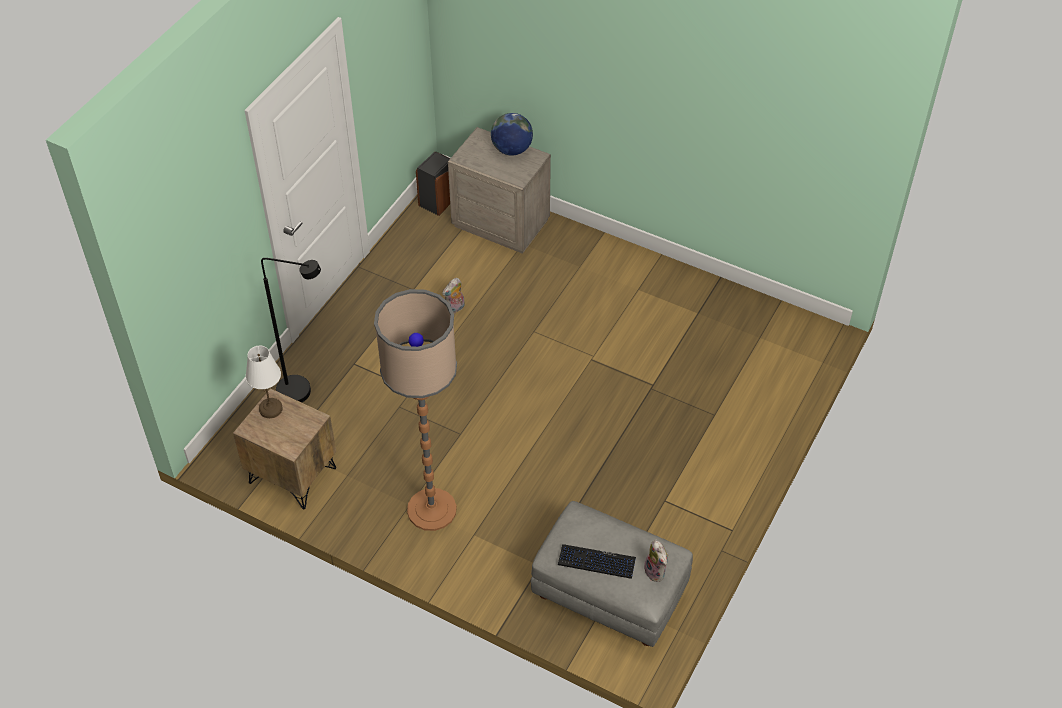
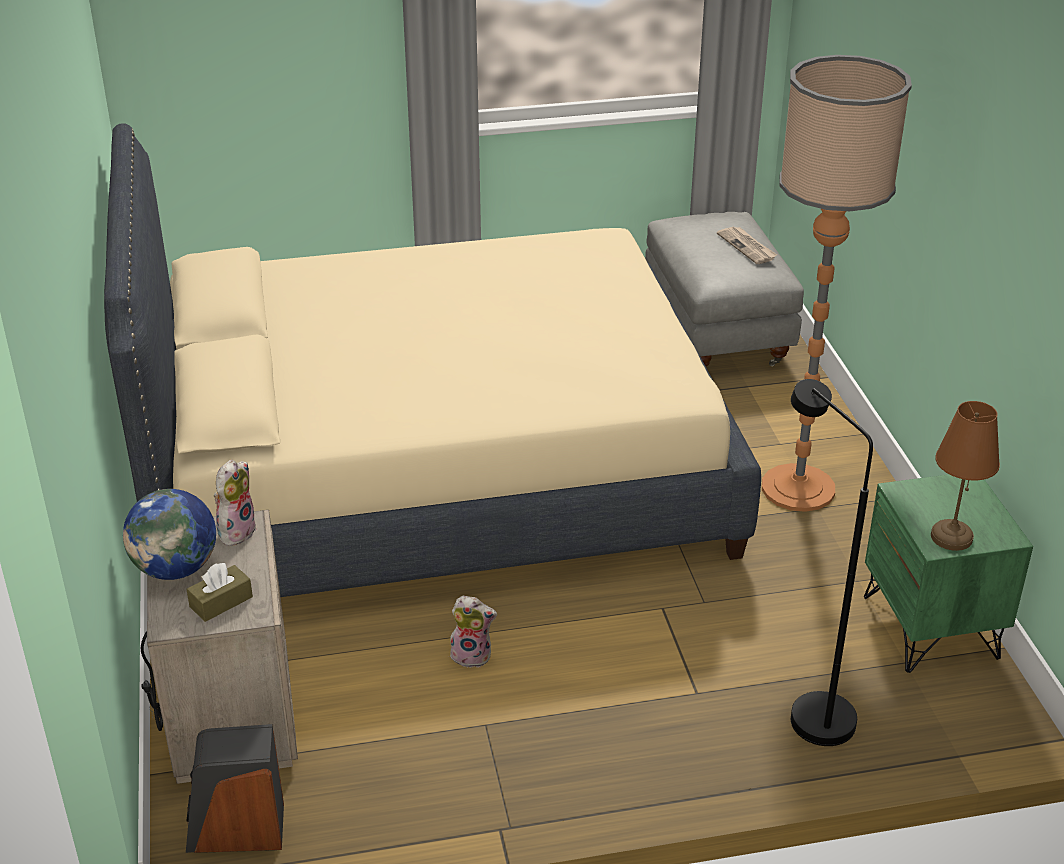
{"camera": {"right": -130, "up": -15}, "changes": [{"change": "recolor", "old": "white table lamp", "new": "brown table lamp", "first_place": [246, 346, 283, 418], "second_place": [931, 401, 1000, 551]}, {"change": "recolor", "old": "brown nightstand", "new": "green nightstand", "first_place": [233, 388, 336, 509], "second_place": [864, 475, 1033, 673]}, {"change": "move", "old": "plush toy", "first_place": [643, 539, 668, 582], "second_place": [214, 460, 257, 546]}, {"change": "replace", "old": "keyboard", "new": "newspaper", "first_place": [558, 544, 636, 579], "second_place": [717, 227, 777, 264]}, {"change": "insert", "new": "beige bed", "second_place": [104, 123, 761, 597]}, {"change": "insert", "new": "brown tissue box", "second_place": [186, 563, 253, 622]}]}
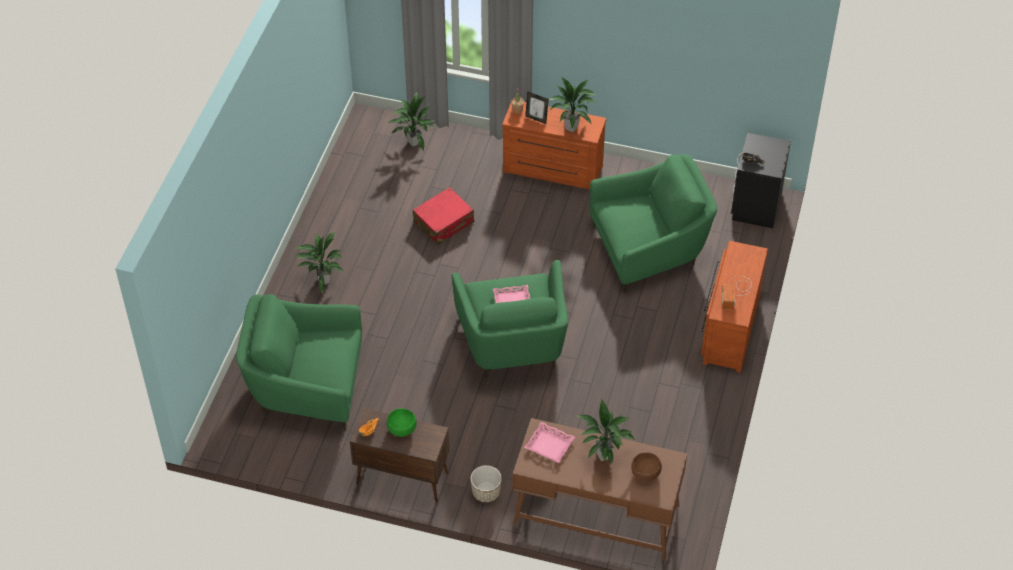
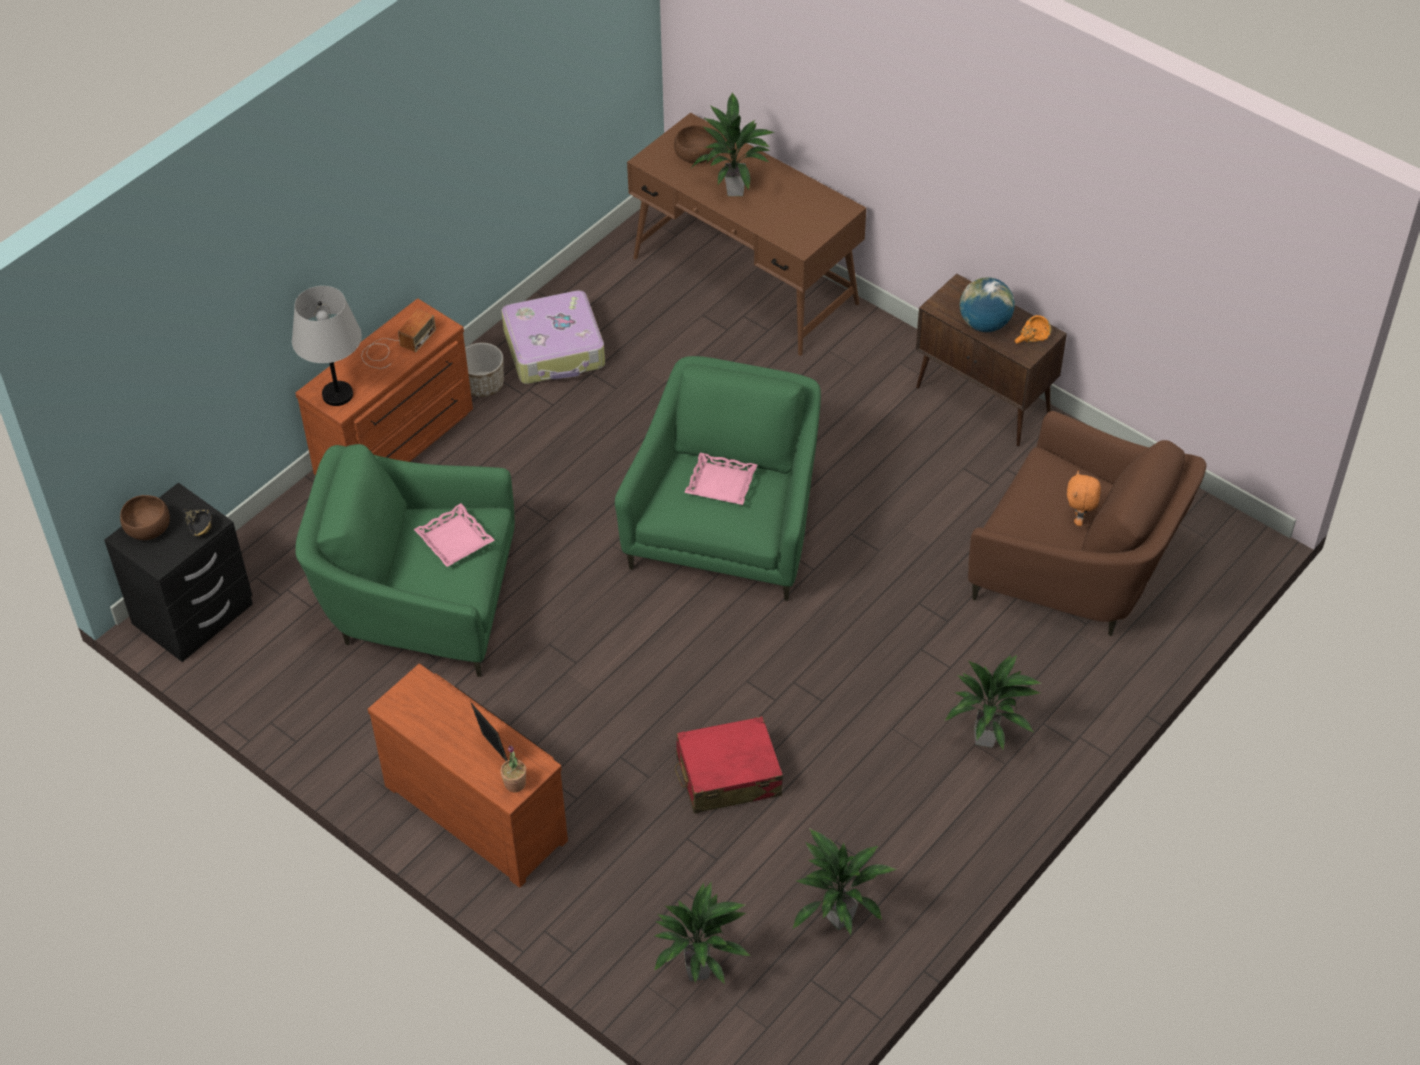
{"camera": {"right": -155, "up": 0}, "changes": [{"change": "move", "old": "potted plant", "first_place": [549, 76, 596, 133], "second_place": [792, 828, 897, 935]}, {"change": "recolor", "old": "green armchair", "new": "brown armchair", "first_place": [236, 294, 362, 430], "second_place": [968, 411, 1206, 636]}, {"change": "replace", "old": "green bowl", "new": "globe", "first_place": [387, 408, 417, 437], "second_place": [960, 277, 1015, 332]}, {"change": "move", "old": "pink tray", "first_place": [524, 422, 575, 463], "second_place": [414, 503, 494, 567]}, {"change": "move", "old": "planter", "first_place": [471, 465, 502, 503], "second_place": [465, 343, 504, 397]}, {"change": "insert", "new": "grey table lamp", "second_place": [292, 286, 362, 406]}, {"change": "insert", "new": "suitcase", "second_place": [502, 290, 605, 384]}, {"change": "insert", "new": "orange plush toy", "second_place": [1067, 470, 1101, 526]}, {"change": "insert", "new": "brown bowl", "second_place": [120, 495, 170, 540]}]}
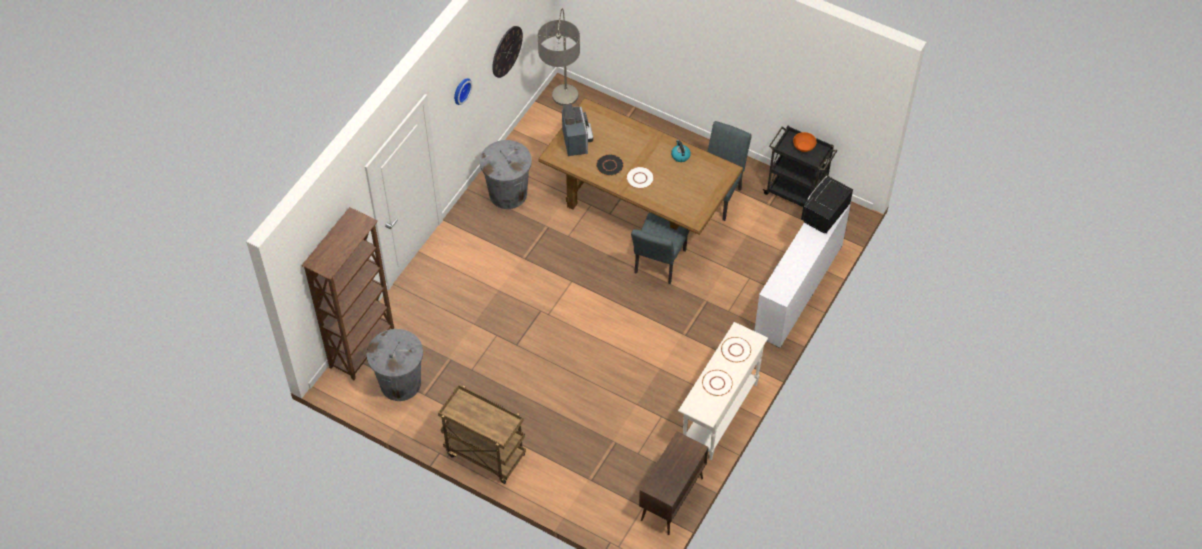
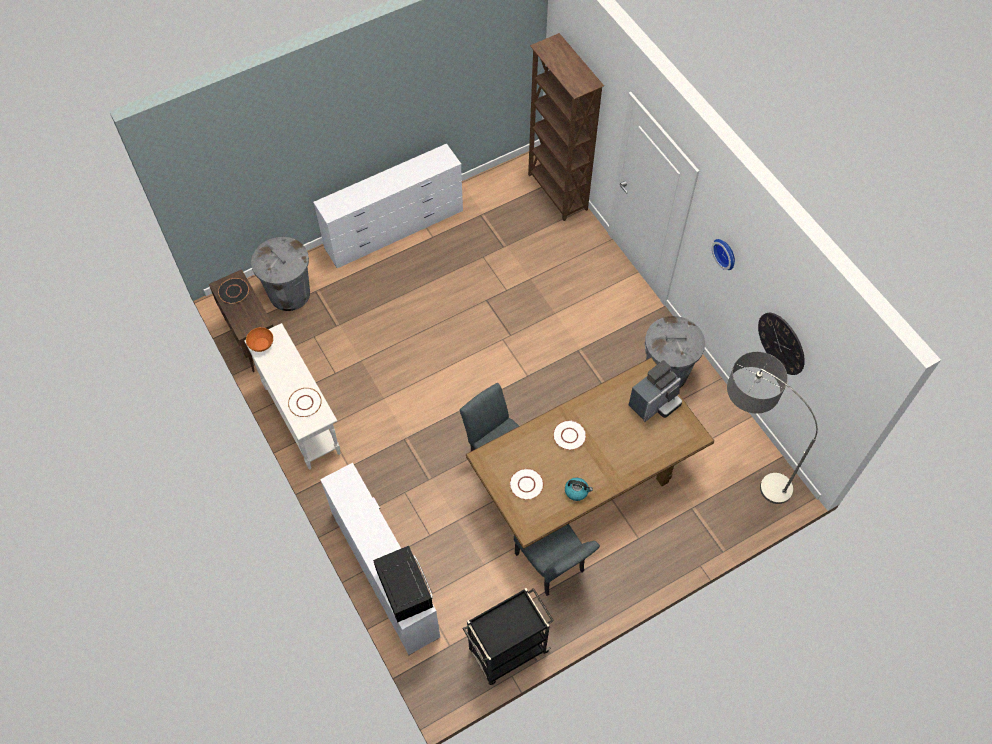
{"camera": {"right": 120, "up": 5}, "changes": [{"change": "rotate", "old": "coffee machine", "first_place": [562, 104, 593, 156], "second_place": [629, 360, 682, 422], "degrees": -60}, {"change": "move", "old": "orange bowl", "first_place": [793, 132, 817, 152], "second_place": [246, 327, 273, 352]}, {"change": "move", "old": "black plate", "first_place": [596, 154, 624, 176], "second_place": [218, 278, 249, 304]}, {"change": "move", "old": "grey trash can", "first_place": [367, 329, 423, 401], "second_place": [251, 237, 310, 311]}, {"change": "move", "old": "white plate", "first_place": [702, 370, 733, 396], "second_place": [509, 468, 544, 500]}, {"change": "replace", "old": "brown cart", "new": "white dresser", "first_place": [438, 385, 526, 484], "second_place": [313, 144, 463, 268]}]}
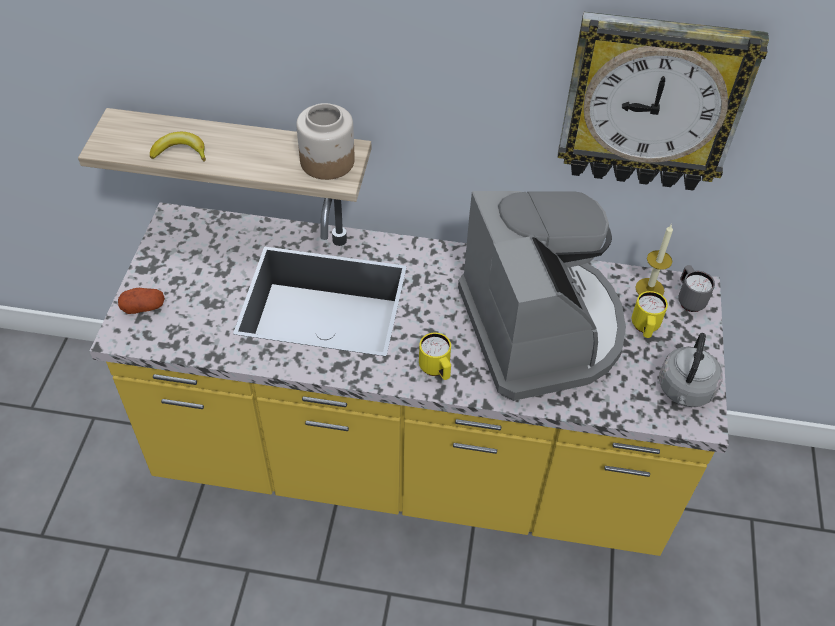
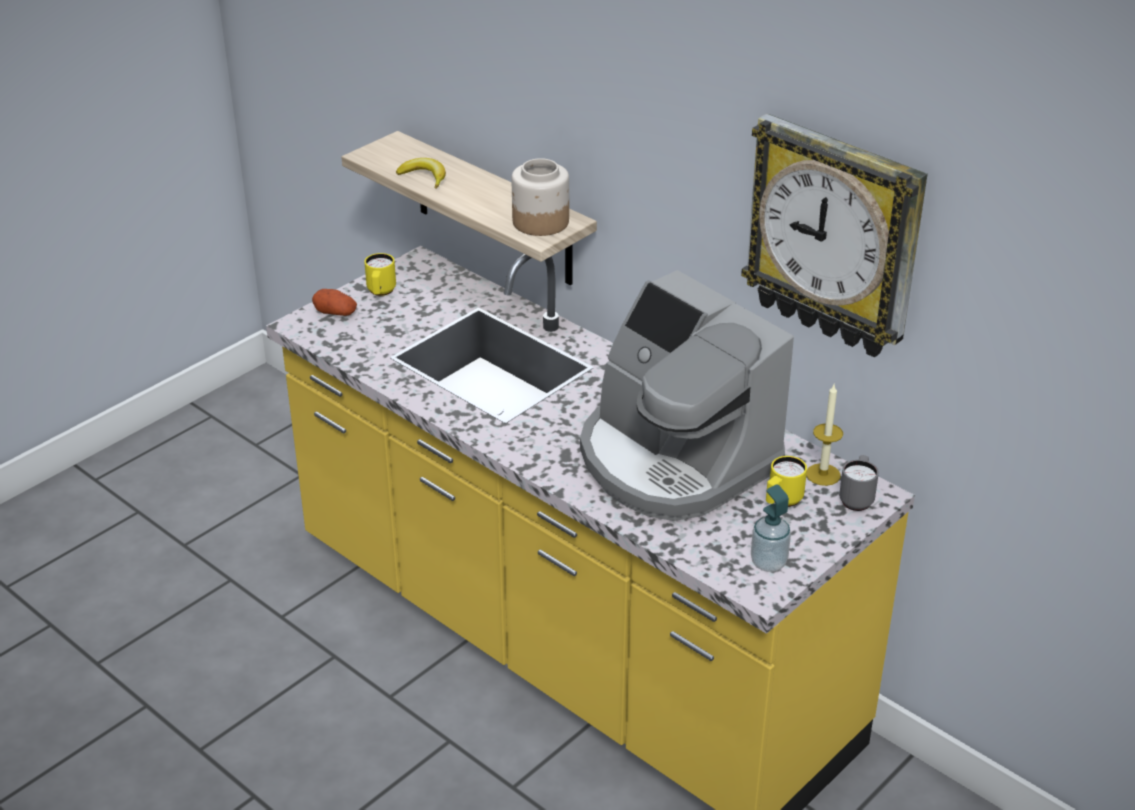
{"camera": {"right": 35, "up": -15}, "changes": [{"change": "rotate", "old": "coffee machine", "first_place": [458, 191, 626, 401], "second_place": [580, 270, 794, 521], "degrees": 120}, {"change": "move", "old": "yellow mug", "first_place": [419, 333, 451, 380], "second_place": [364, 253, 396, 296]}, {"change": "replace", "old": "grey kettle", "new": "soap dispenser", "first_place": [659, 333, 722, 407], "second_place": [751, 485, 791, 572]}]}
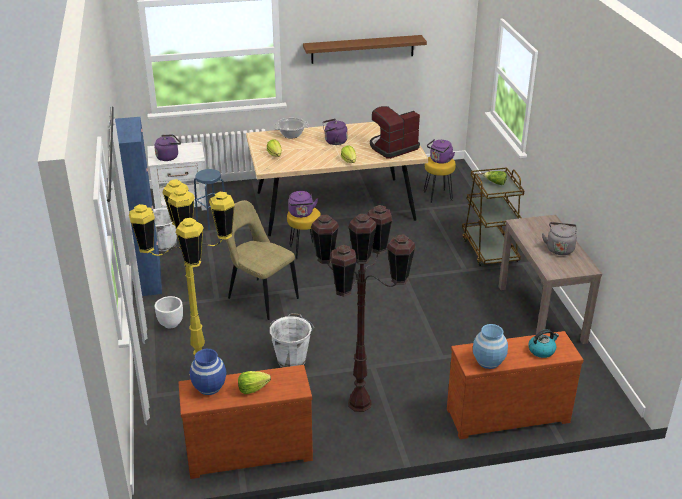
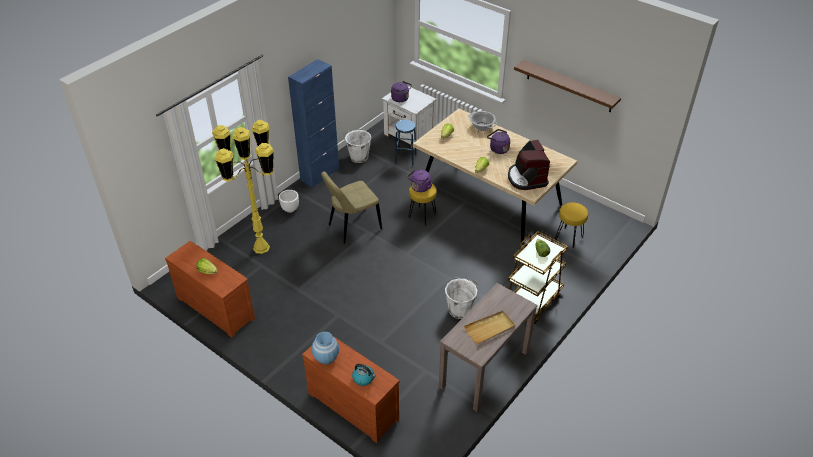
{"camera": {"right": 50, "up": 10}, "changes": [{"change": "rotate", "old": "coffee machine", "first_place": [370, 106, 420, 159], "second_place": [508, 140, 550, 190], "degrees": -120}, {"change": "delete", "old": "purple kettle", "first_place": [427, 139, 455, 164]}, {"change": "rotate", "old": "beige chair", "first_place": [226, 200, 299, 320], "second_place": [321, 171, 382, 244], "degrees": -120}, {"change": "delete", "old": "brown floor lamp", "first_place": [311, 205, 416, 412]}, {"change": "replace", "old": "grey kettle", "new": "beige tray", "first_place": [542, 222, 577, 255], "second_place": [464, 311, 515, 344]}, {"change": "move", "old": "white bucket", "first_place": [270, 313, 314, 367], "second_place": [445, 278, 479, 319]}, {"change": "delete", "old": "blue vase", "first_place": [189, 349, 226, 395]}]}
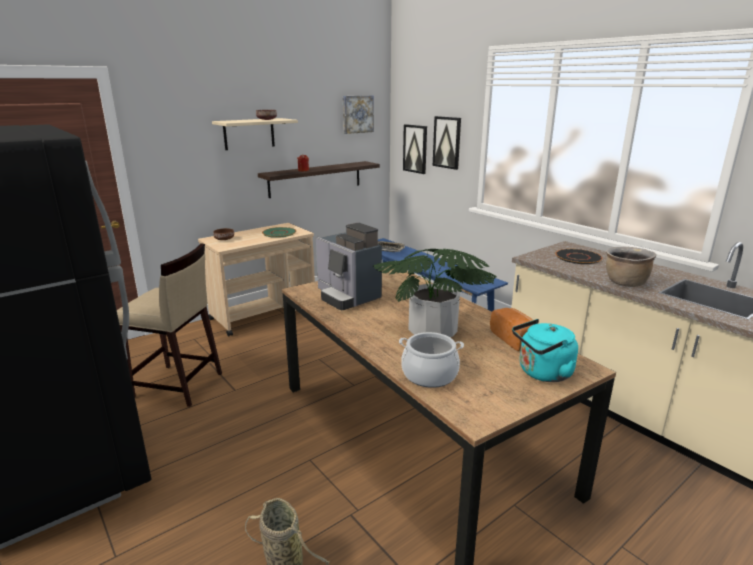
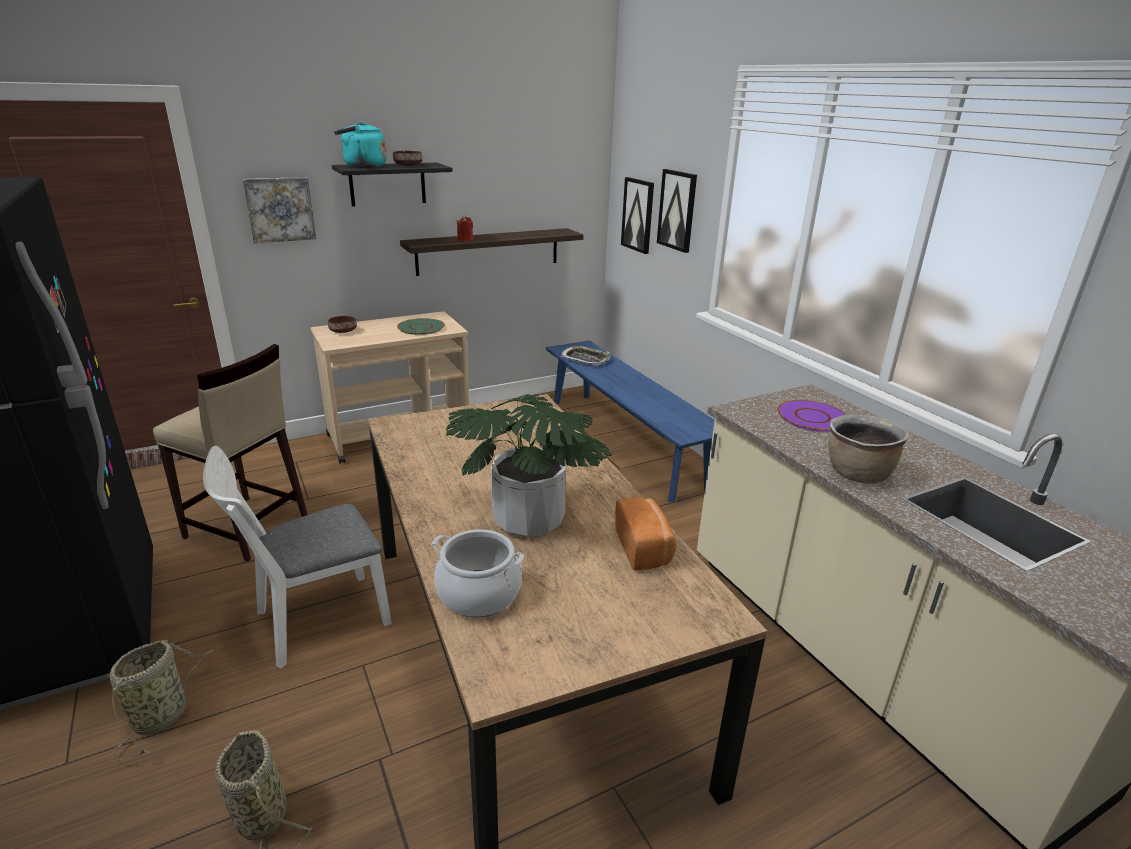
{"camera": {"right": 10, "up": 5}, "changes": [{"change": "move", "old": "picture", "first_place": [343, 95, 374, 134], "second_place": [242, 177, 316, 243]}, {"change": "recolor", "old": "beige shelf", "new": "black shelf", "first_place": [212, 118, 298, 150], "second_place": [332, 163, 453, 207]}, {"change": "delete", "old": "coffee machine", "first_place": [316, 223, 382, 310]}, {"change": "recolor", "old": "black plate", "new": "purple plate", "first_place": [555, 249, 602, 264], "second_place": [777, 400, 847, 432]}, {"change": "move", "old": "turquoise kettle", "first_place": [512, 319, 578, 382], "second_place": [334, 121, 387, 168]}, {"change": "insert", "new": "white chair", "second_place": [203, 446, 392, 669]}, {"change": "insert", "new": "basket", "second_place": [109, 640, 213, 760]}]}
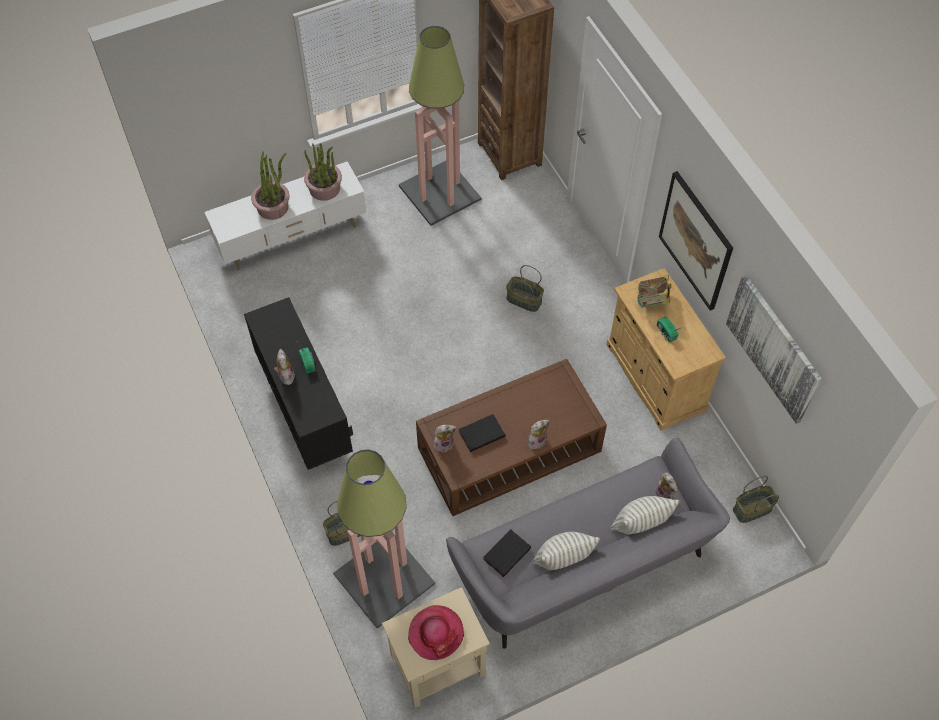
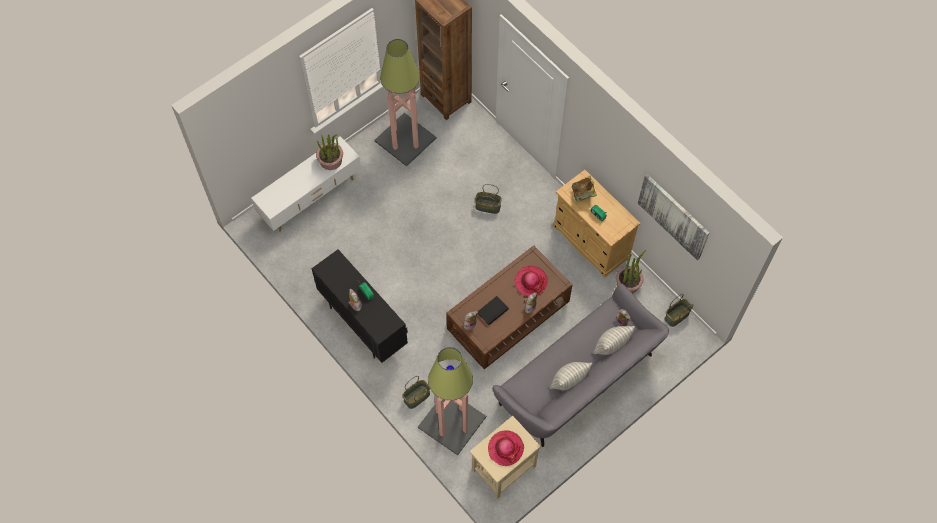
{"camera": {"right": -15, "up": 5}, "changes": [{"change": "move", "old": "potted plant", "first_place": [251, 151, 290, 220], "second_place": [616, 250, 646, 293]}, {"change": "delete", "old": "picture", "first_place": [659, 171, 733, 311]}, {"change": "delete", "old": "black book", "first_place": [483, 529, 531, 577]}, {"change": "insert", "new": "hat", "second_place": [515, 266, 548, 296]}]}
